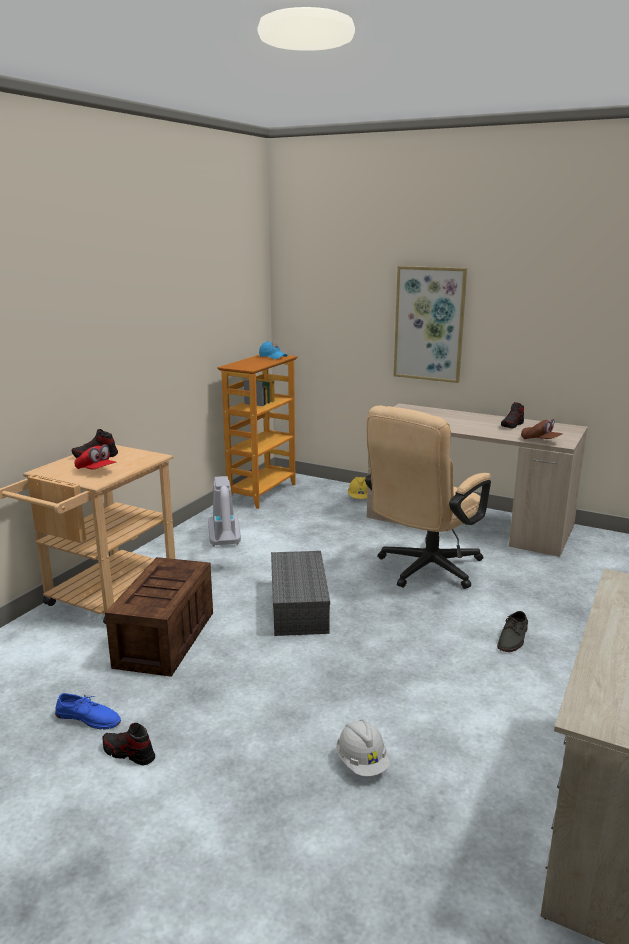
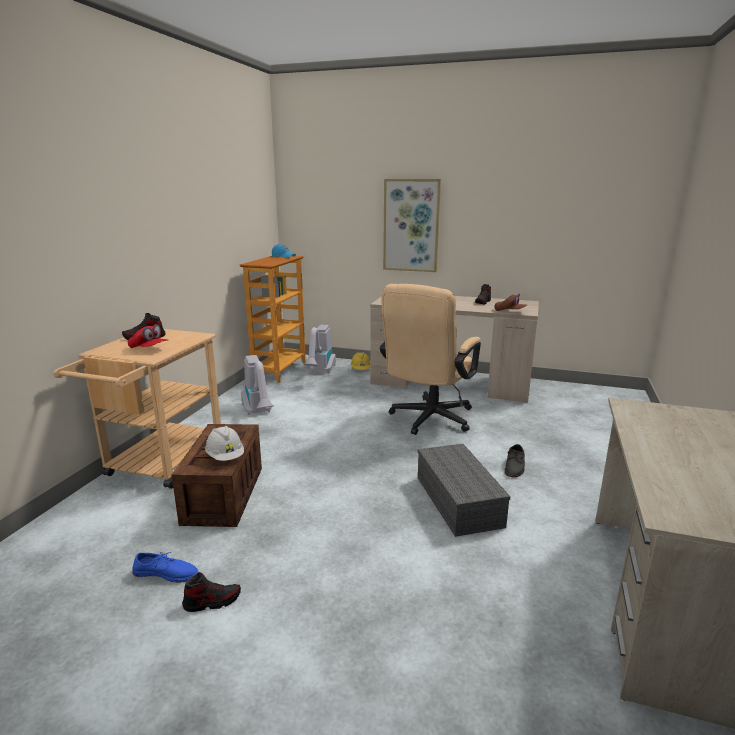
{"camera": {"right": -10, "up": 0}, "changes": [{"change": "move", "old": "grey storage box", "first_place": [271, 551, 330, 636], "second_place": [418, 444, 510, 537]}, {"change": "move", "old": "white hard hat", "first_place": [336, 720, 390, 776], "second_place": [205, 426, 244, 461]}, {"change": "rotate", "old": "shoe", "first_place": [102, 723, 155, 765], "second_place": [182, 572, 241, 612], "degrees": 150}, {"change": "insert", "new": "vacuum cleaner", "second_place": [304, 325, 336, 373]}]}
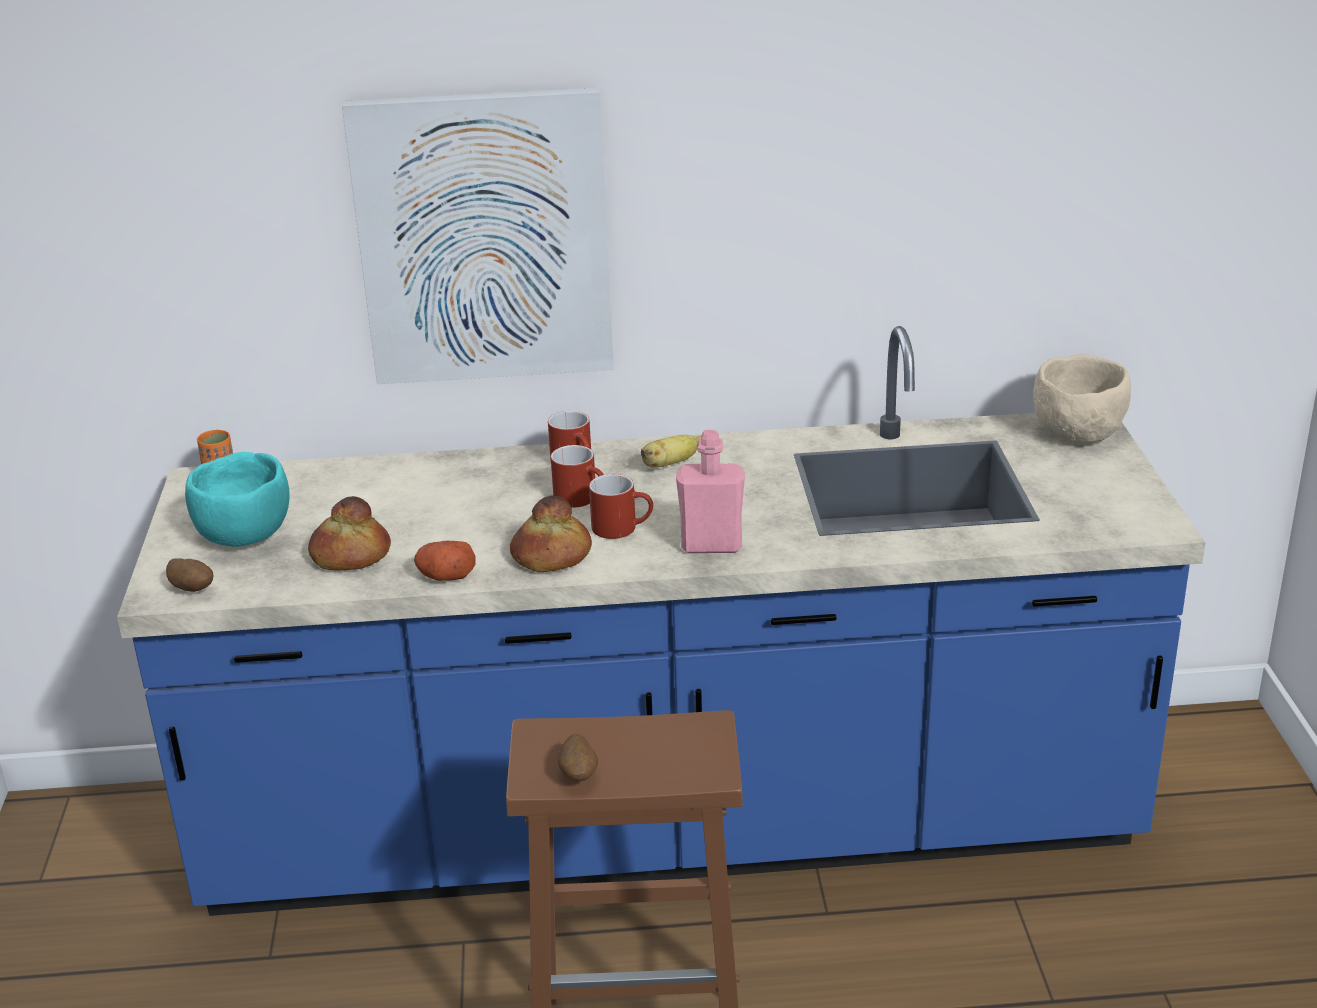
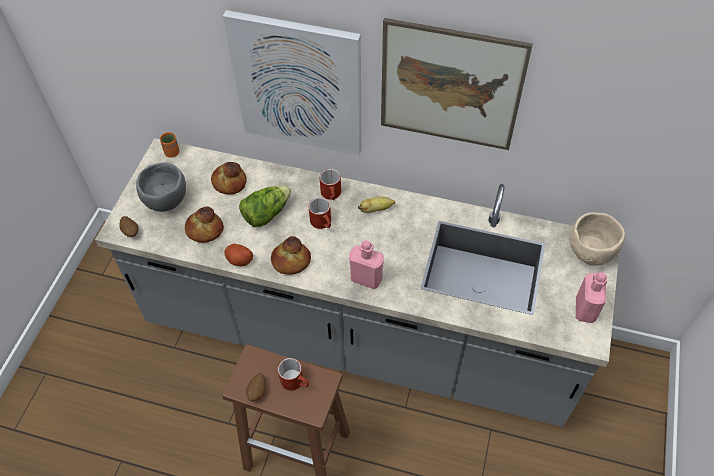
{"camera": {"right": 20, "up": 25}, "changes": [{"change": "recolor", "old": "blue counter", "new": "grey counter", "first_place": [117, 326, 1206, 916], "second_place": [95, 138, 619, 427]}, {"change": "recolor", "old": "turquoise bowl", "new": "grey bowl", "first_place": [185, 452, 289, 547], "second_place": [136, 162, 186, 212]}, {"change": "move", "old": "red mug", "first_place": [589, 474, 653, 539], "second_place": [278, 358, 309, 391]}, {"change": "insert", "new": "picture", "second_place": [381, 18, 533, 150]}, {"change": "insert", "new": "bread", "second_place": [211, 162, 247, 195]}, {"change": "insert", "new": "lettuce", "second_place": [239, 185, 291, 227]}, {"change": "insert", "new": "pink bottle", "second_place": [576, 272, 607, 323]}]}
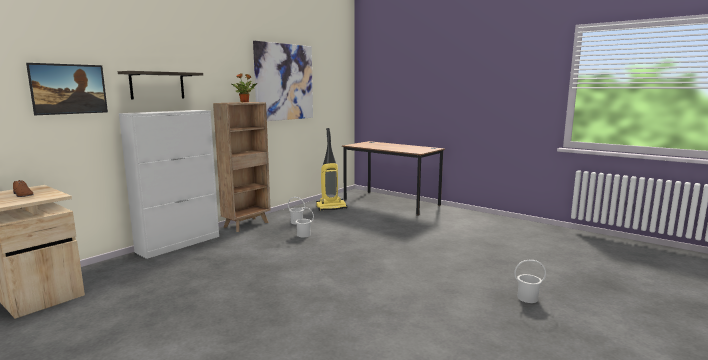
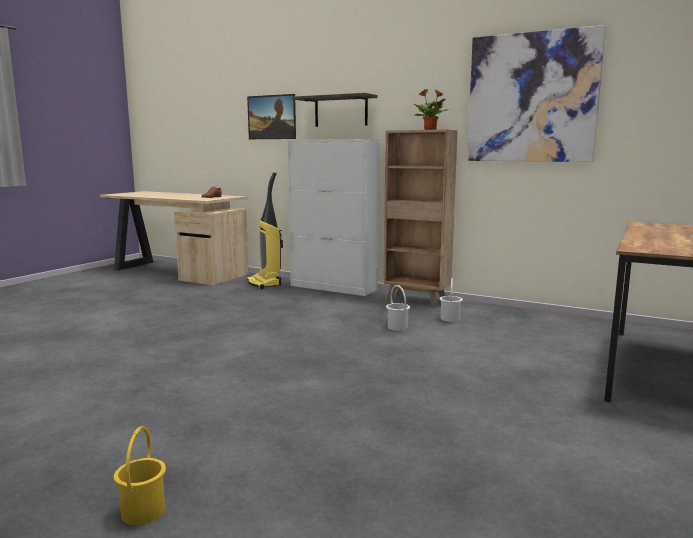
{"camera": {"right": 80, "up": 0}, "changes": [{"change": "move", "old": "vacuum cleaner", "first_place": [316, 128, 347, 211], "second_place": [247, 172, 283, 289]}, {"change": "recolor", "old": "white bucket", "new": "yellow bucket", "first_place": [514, 260, 546, 303], "second_place": [114, 426, 166, 525]}]}
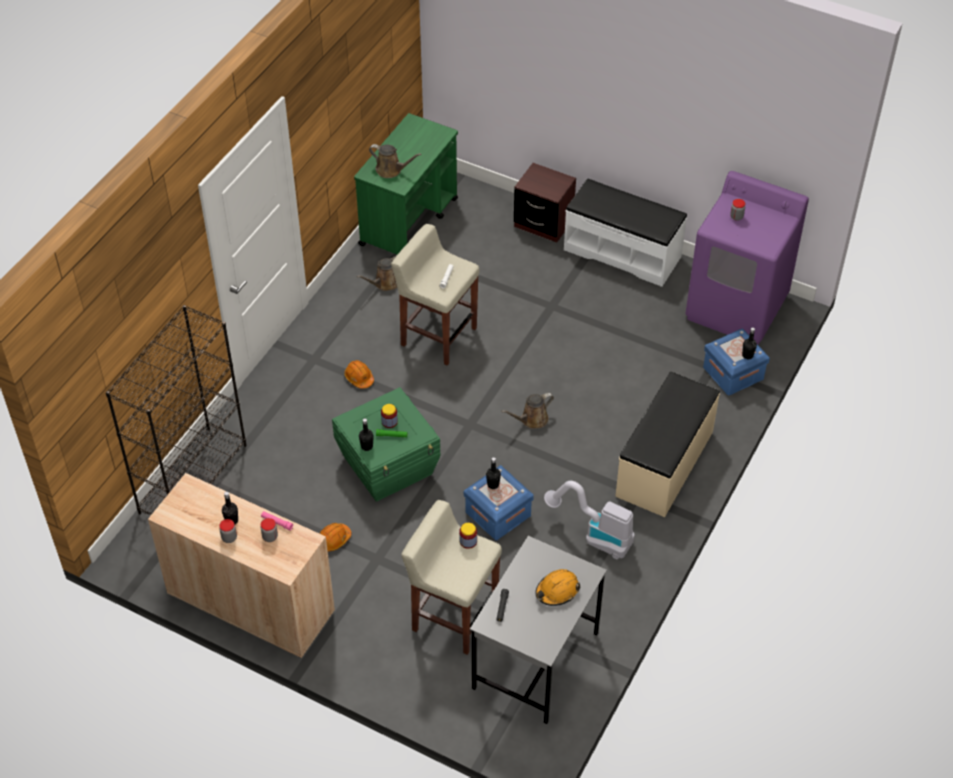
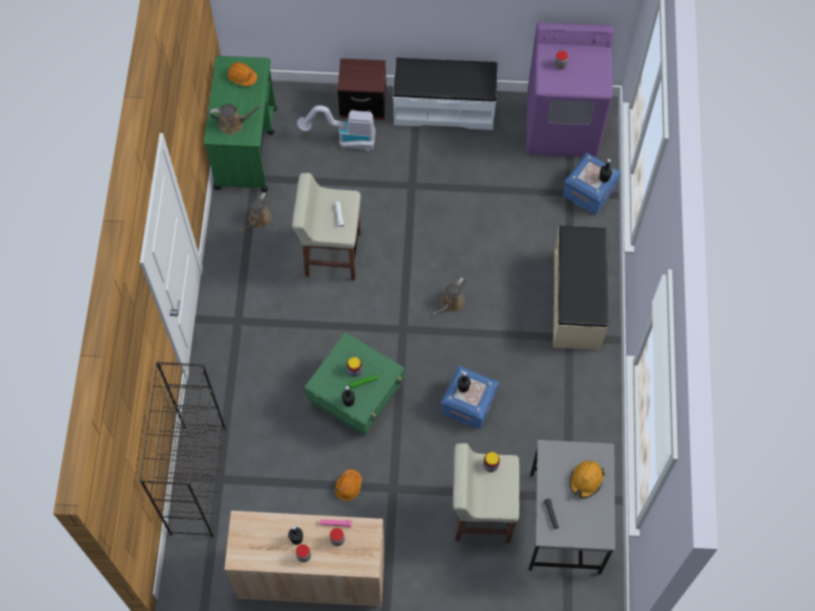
{"camera": {"right": -25, "up": 15}, "changes": [{"change": "move", "old": "orange hard hat", "first_place": [344, 360, 374, 389], "second_place": [227, 62, 257, 86]}, {"change": "move", "old": "vacuum cleaner", "first_place": [544, 481, 634, 559], "second_place": [297, 105, 376, 151]}]}
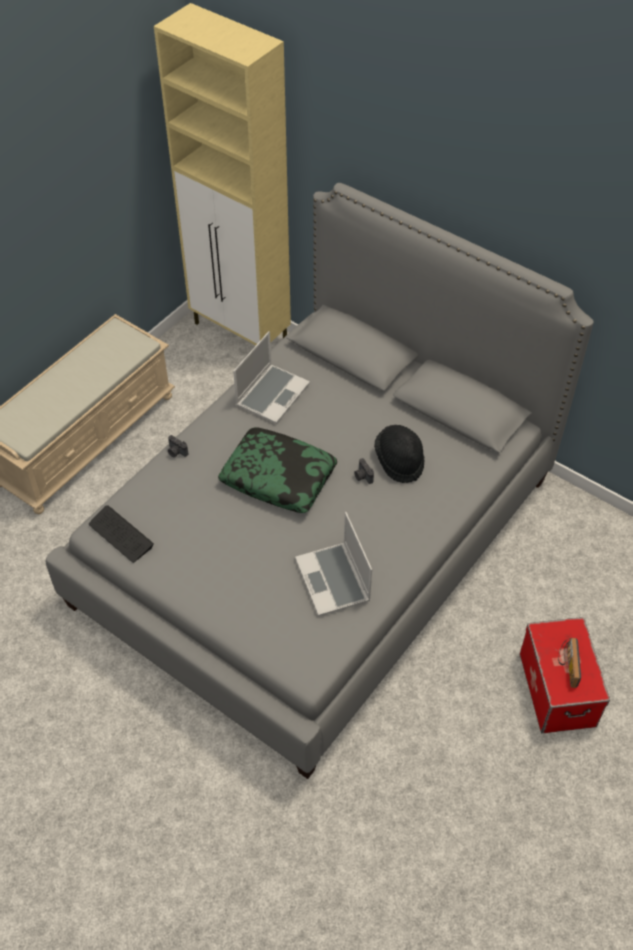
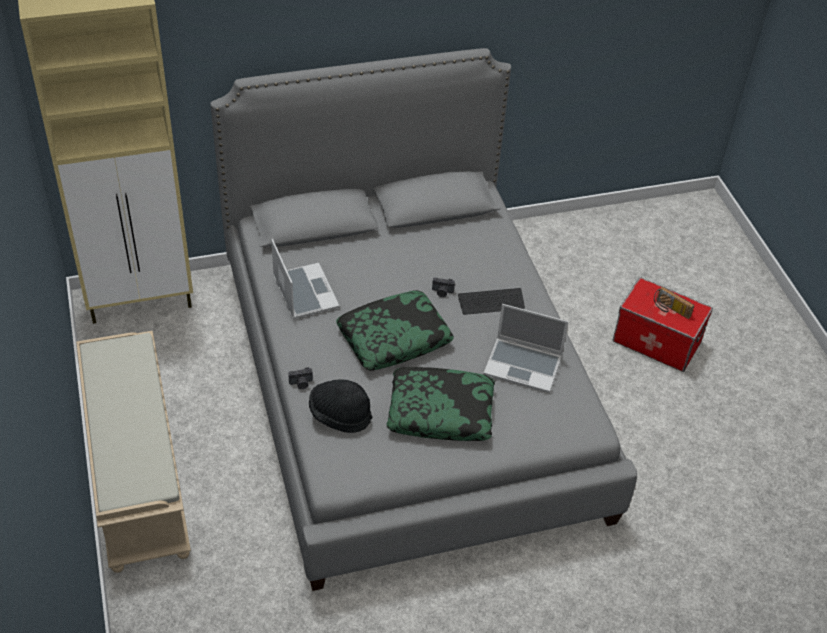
{"camera": {"right": -55, "up": -5}, "changes": [{"change": "move", "old": "black hat", "first_place": [374, 425, 424, 483], "second_place": [309, 379, 372, 433]}, {"change": "move", "old": "keyboard", "first_place": [89, 505, 154, 563], "second_place": [458, 288, 525, 315]}, {"change": "insert", "new": "pillow", "second_place": [387, 367, 495, 441]}]}
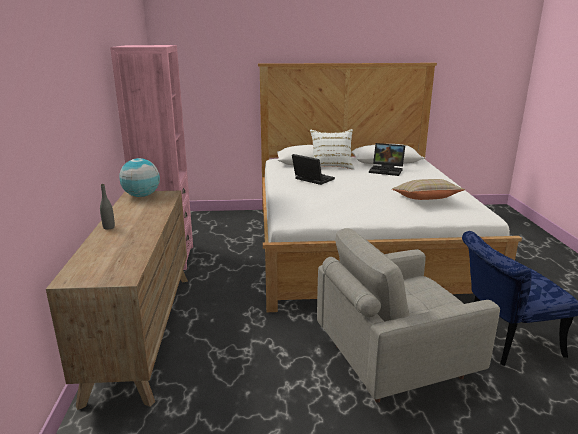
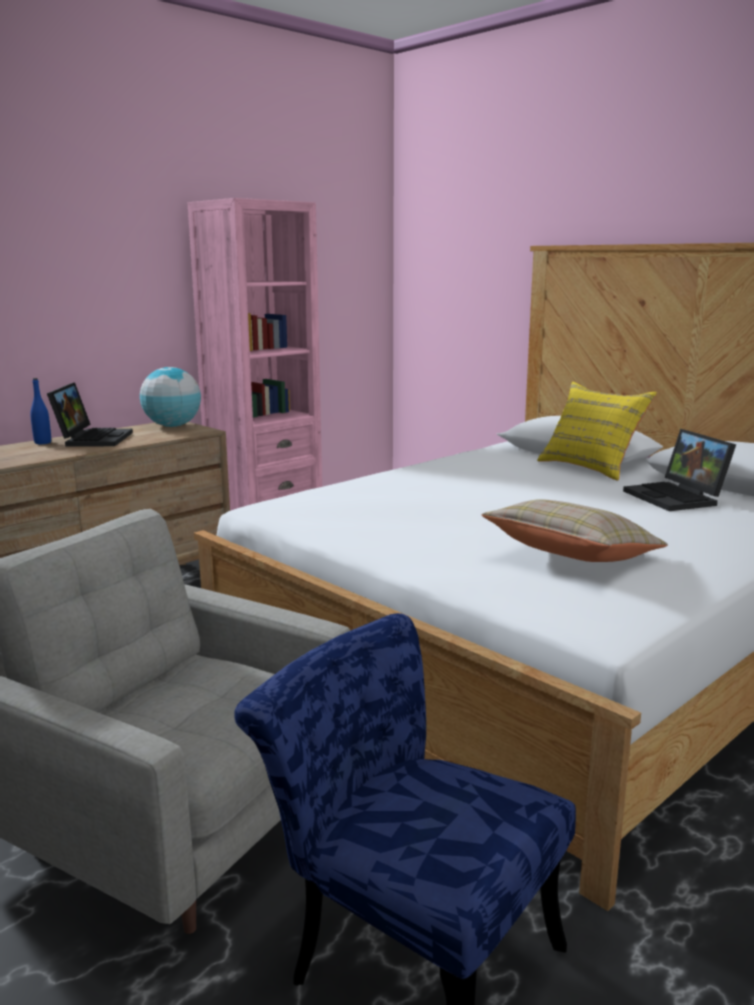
{"camera": {"right": 50, "up": -5}, "changes": [{"change": "recolor", "old": "white pillow", "new": "yellow pillow", "first_place": [310, 129, 354, 169], "second_place": [537, 382, 657, 481]}, {"change": "move", "old": "laptop", "first_place": [292, 154, 335, 185], "second_place": [47, 382, 133, 447]}, {"change": "recolor", "old": "grey bottle", "new": "blue bottle", "first_place": [100, 184, 115, 230], "second_place": [30, 378, 51, 444]}]}
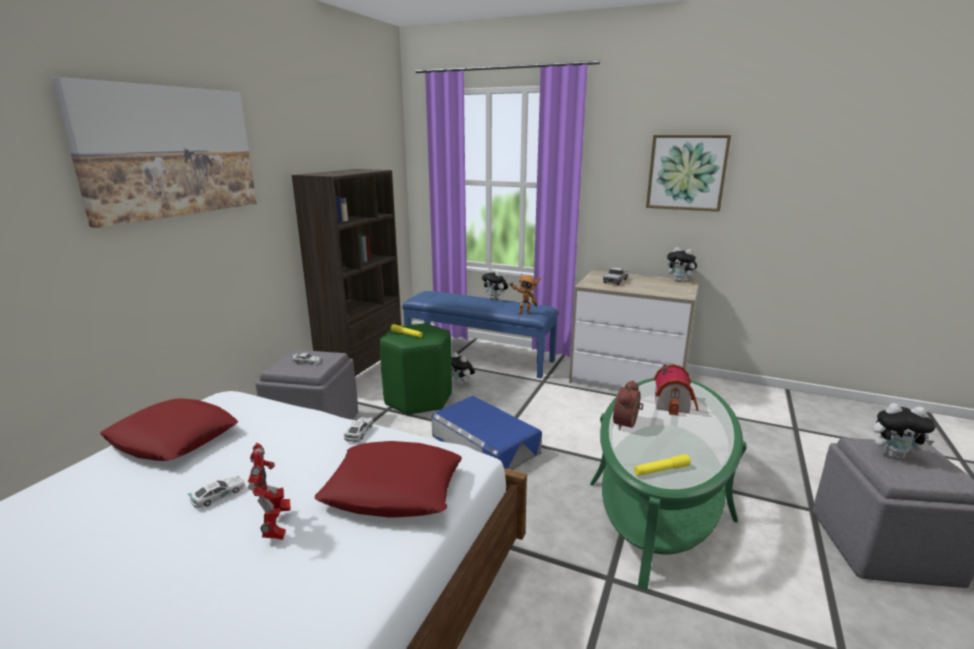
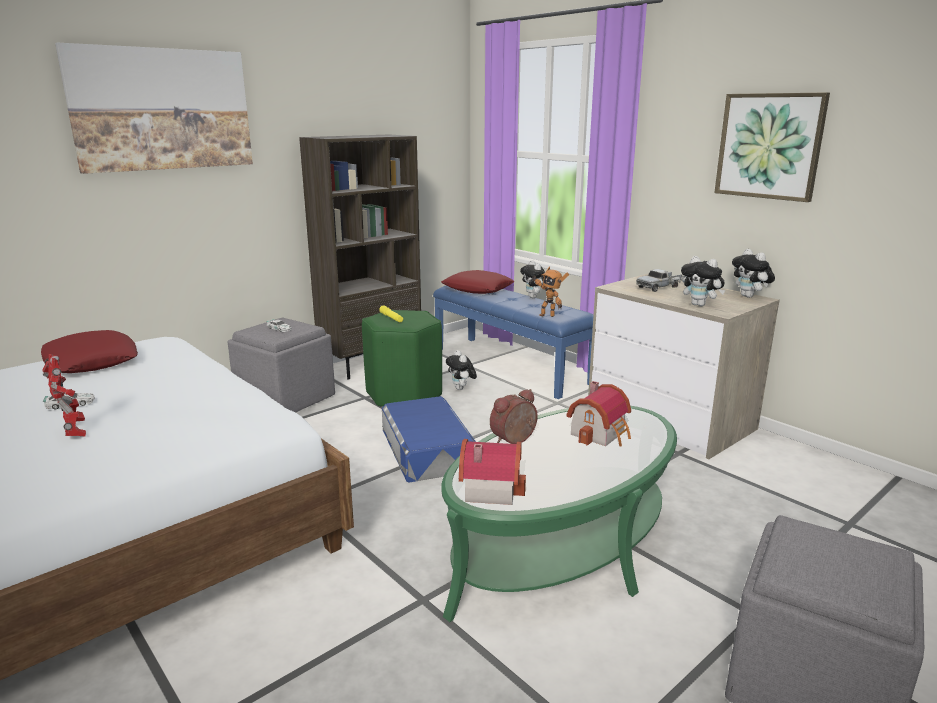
{"camera": {"right": 25, "up": 0}, "changes": [{"change": "move", "old": "plush toy", "first_place": [873, 403, 936, 459], "second_place": [681, 256, 725, 306]}, {"change": "delete", "old": "toy car", "first_place": [344, 417, 373, 442]}, {"change": "move", "old": "red pillow", "first_place": [315, 441, 462, 518], "second_place": [441, 270, 515, 294]}, {"change": "rotate", "old": "toy robot", "first_place": [248, 443, 291, 540], "second_place": [42, 354, 86, 436], "degrees": -45}, {"change": "replace", "old": "yellow flashlight", "new": "toy house", "first_place": [634, 454, 691, 476], "second_place": [459, 439, 526, 505]}]}
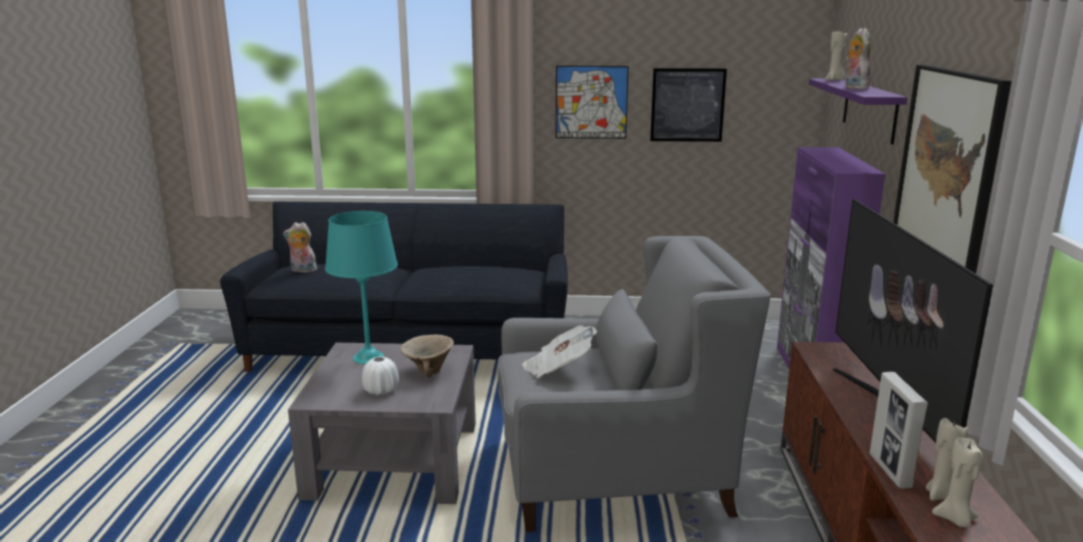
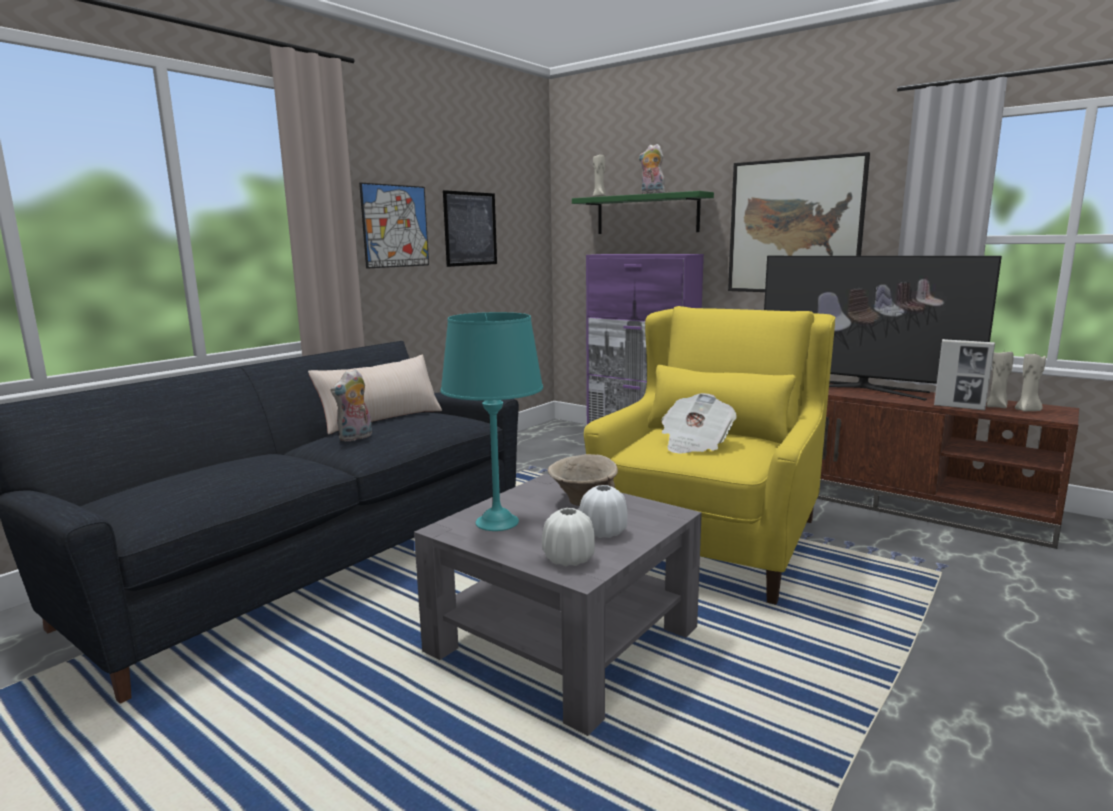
{"camera": {"right": -55, "up": -5}, "changes": [{"change": "recolor", "old": "purple shelf", "new": "green shelf", "first_place": [809, 78, 907, 145], "second_place": [572, 191, 714, 234]}, {"change": "move", "old": "plush toy", "first_place": [283, 222, 319, 273], "second_place": [330, 369, 372, 442]}, {"change": "recolor", "old": "grey armchair", "new": "yellow armchair", "first_place": [498, 236, 771, 532], "second_place": [584, 306, 836, 605]}, {"change": "insert", "new": "beige pillow", "second_place": [308, 355, 442, 434]}, {"change": "insert", "new": "white vase", "second_place": [542, 508, 595, 566]}]}
